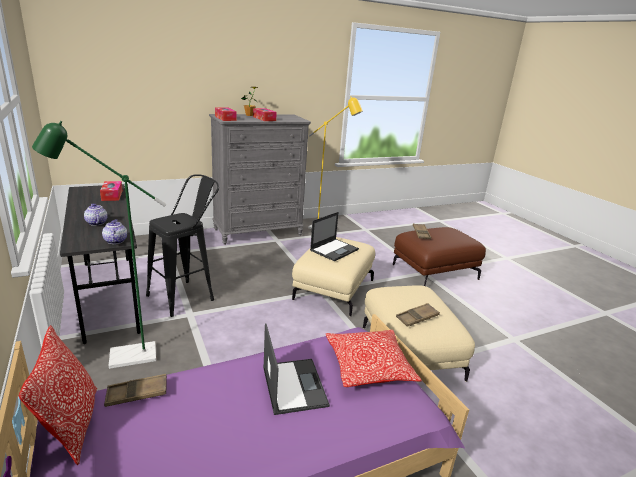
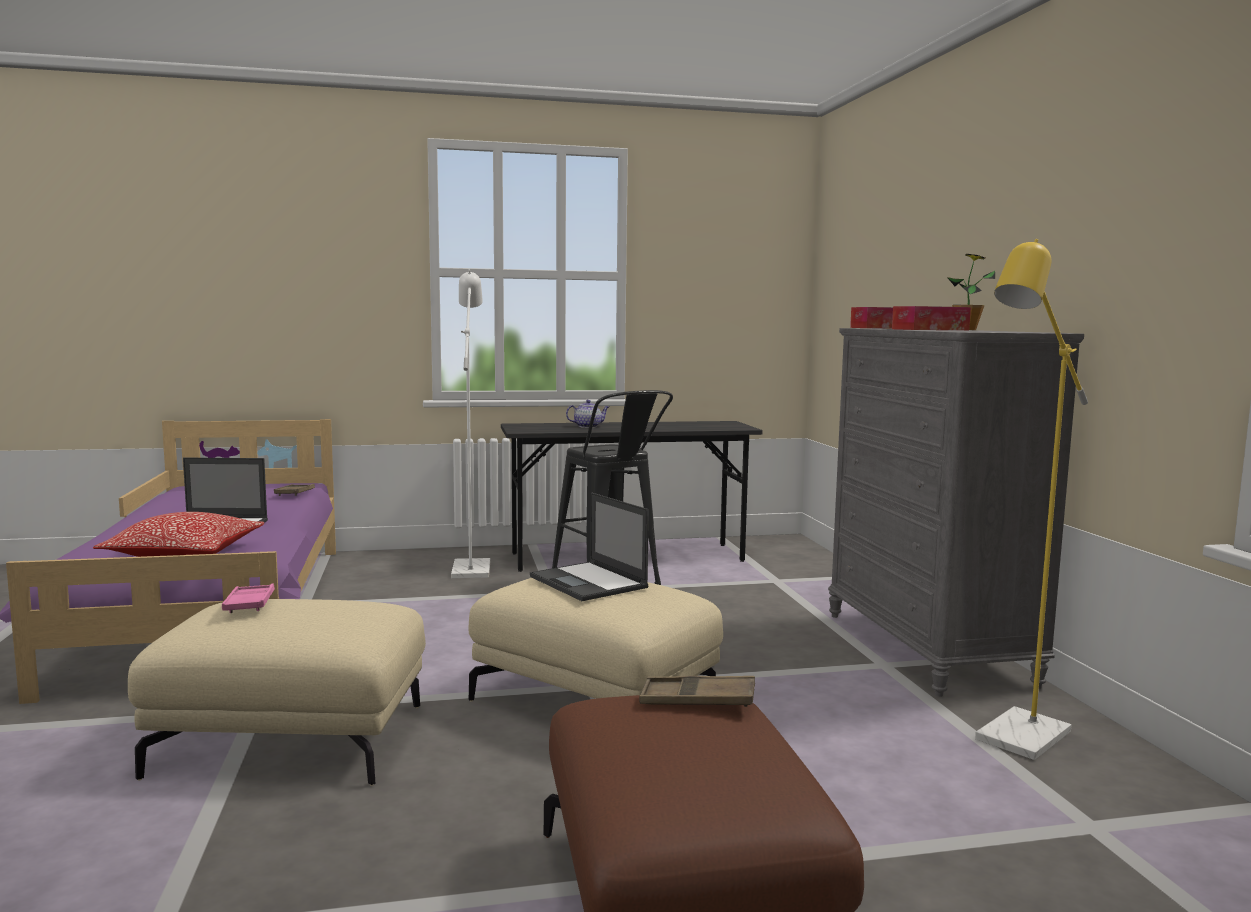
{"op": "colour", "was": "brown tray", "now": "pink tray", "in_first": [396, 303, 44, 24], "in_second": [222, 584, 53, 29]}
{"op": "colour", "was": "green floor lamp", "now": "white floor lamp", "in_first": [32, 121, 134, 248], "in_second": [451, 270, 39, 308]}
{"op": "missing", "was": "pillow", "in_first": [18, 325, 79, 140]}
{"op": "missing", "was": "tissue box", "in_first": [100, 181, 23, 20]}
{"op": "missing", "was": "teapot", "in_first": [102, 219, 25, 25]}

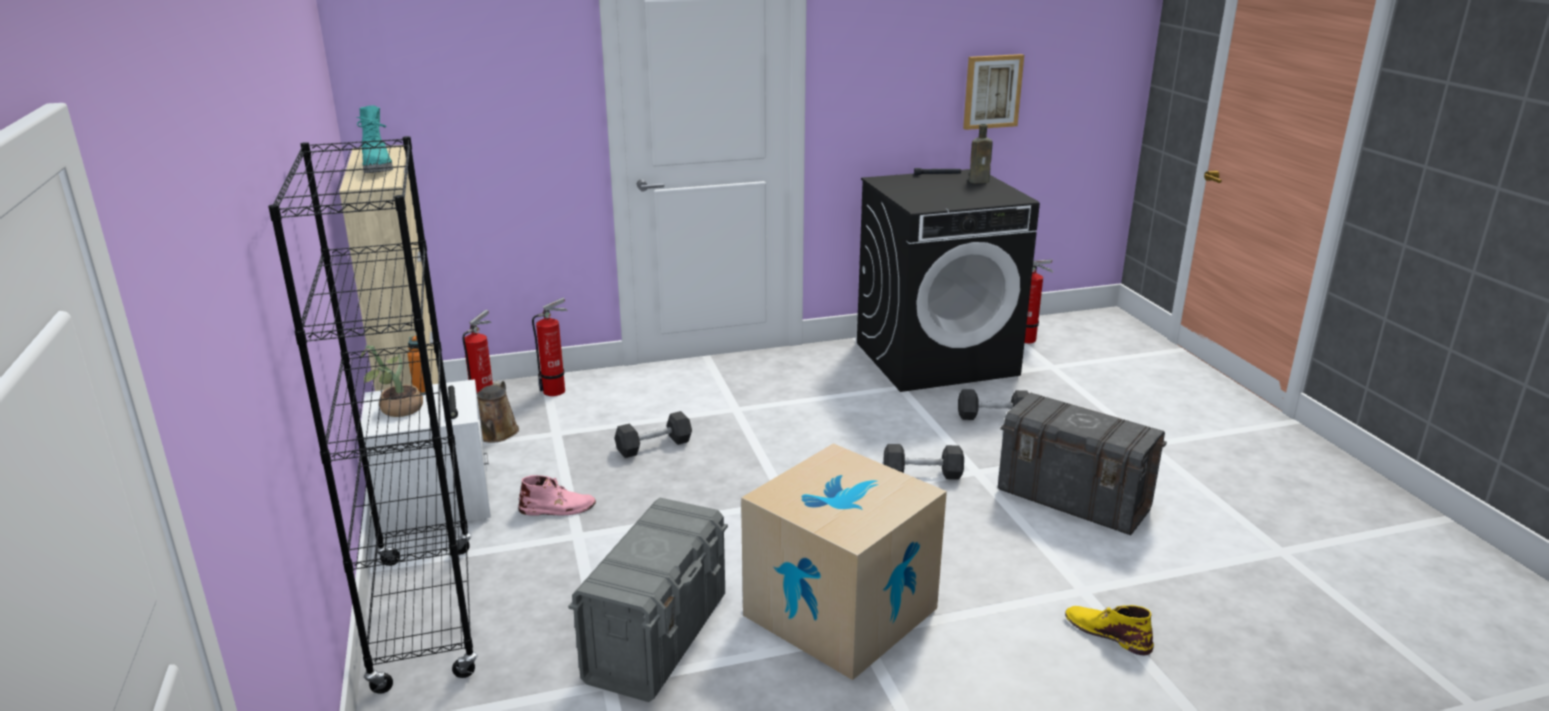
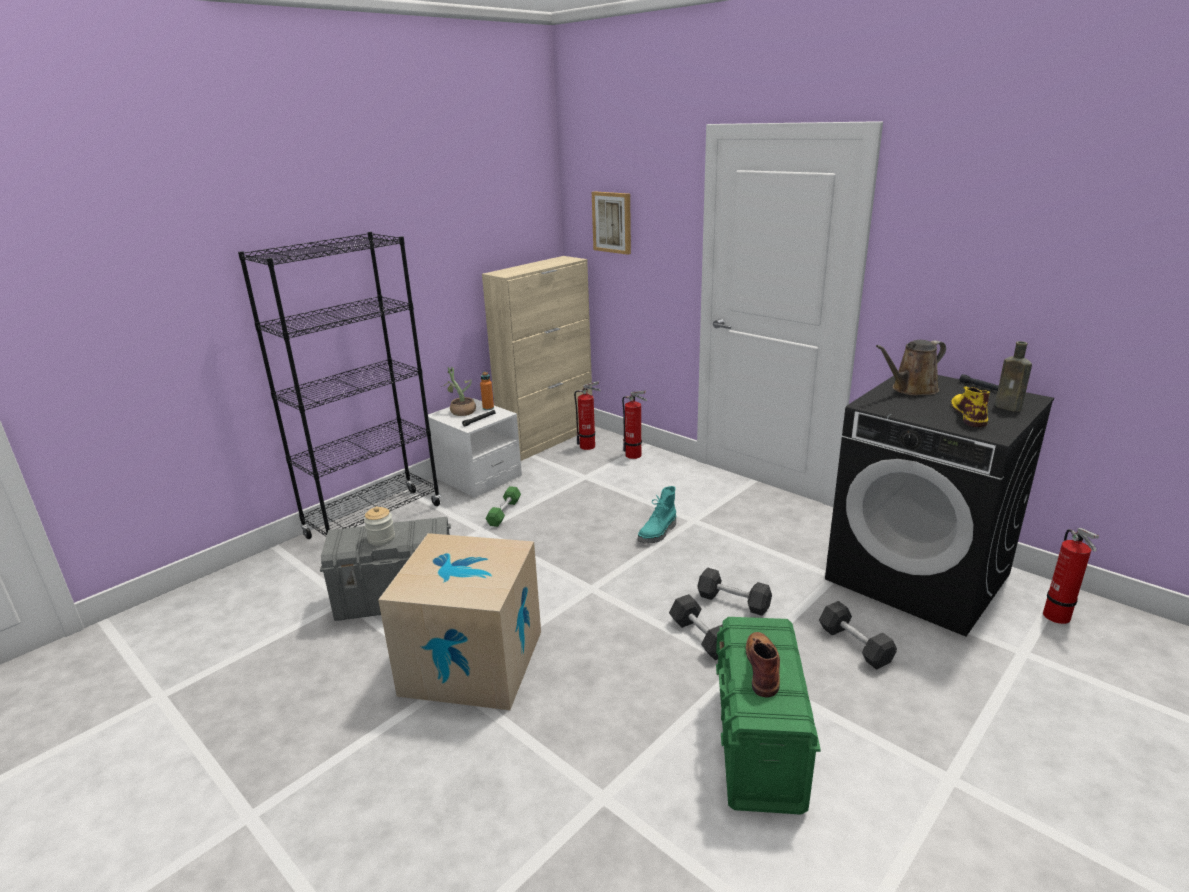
{"op": "appeared", "now": "jar", "in_second": [364, 507, 31, 39]}
{"op": "exchanged", "was": "pink boot", "now": "green dumbbell", "in_first": [518, 475, 78, 41], "in_second": [485, 486, 36, 41]}
{"op": "relocated", "was": "picture", "in_first": [963, 54, 61, 76], "in_second": [592, 191, 39, 64]}
{"op": "relocated", "was": "turquoise boot", "in_first": [357, 105, 36, 68], "in_second": [637, 486, 39, 58]}
{"op": "relocated", "was": "black dumbbell", "in_first": [615, 411, 77, 47], "in_second": [697, 568, 75, 48]}
{"op": "colour", "was": "grey storage box", "now": "green storage box", "in_first": [998, 392, 169, 143], "in_second": [716, 617, 105, 198]}
{"op": "appeared", "now": "brown boot", "in_second": [746, 632, 34, 65]}
{"op": "relocated", "was": "brown watering can", "in_first": [477, 381, 42, 62], "in_second": [876, 340, 70, 56]}
{"op": "relocated", "was": "yellow boot", "in_first": [1065, 605, 89, 50], "in_second": [951, 387, 39, 40]}

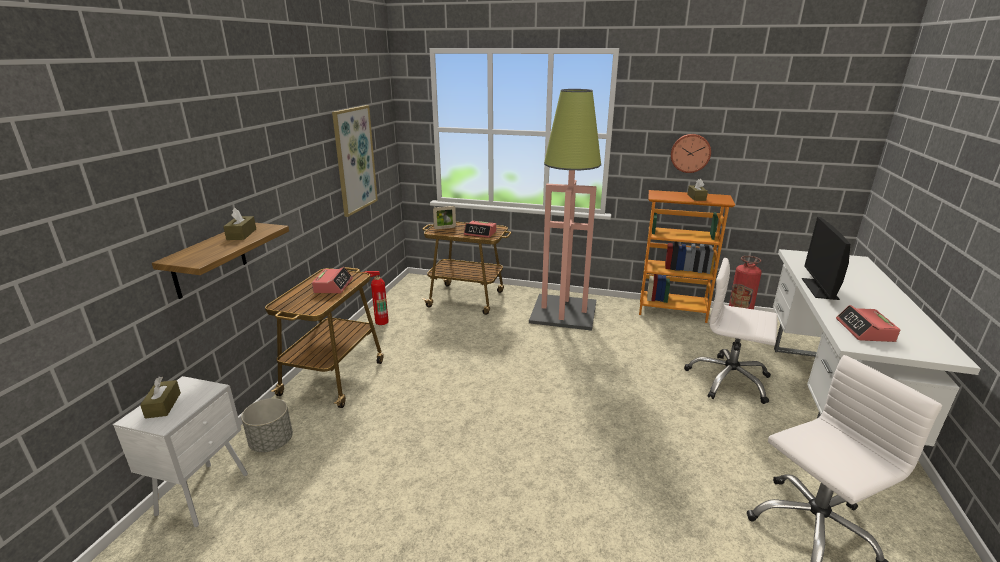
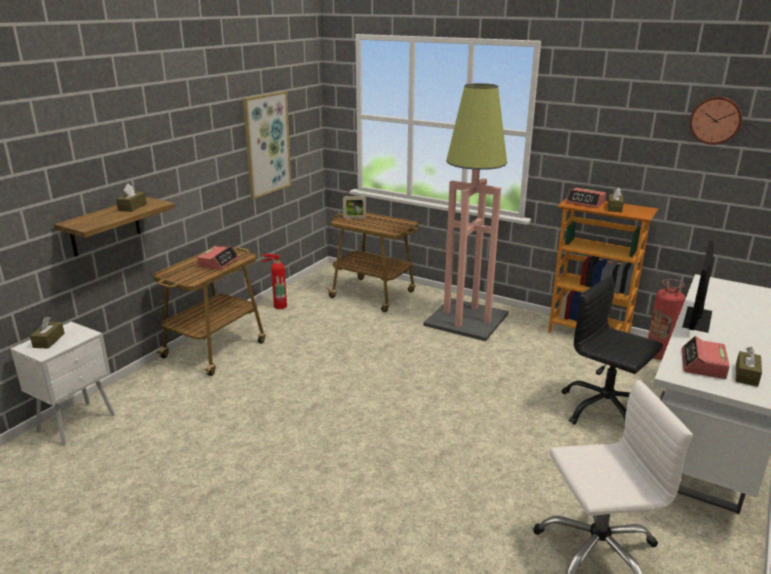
{"op": "colour", "was": "white office chair", "now": "black office chair", "in_first": [684, 258, 94, 146], "in_second": [561, 276, 102, 149]}
{"op": "relocated", "was": "alarm clock", "in_first": [464, 221, 32, 17], "in_second": [566, 188, 40, 20]}
{"op": "relocated", "was": "wall clock", "in_first": [671, 134, 40, 39], "in_second": [690, 96, 52, 49]}
{"op": "appeared", "now": "brown tissue box", "in_second": [736, 347, 26, 40]}
{"op": "missing", "was": "grey planter", "in_first": [241, 398, 52, 54]}

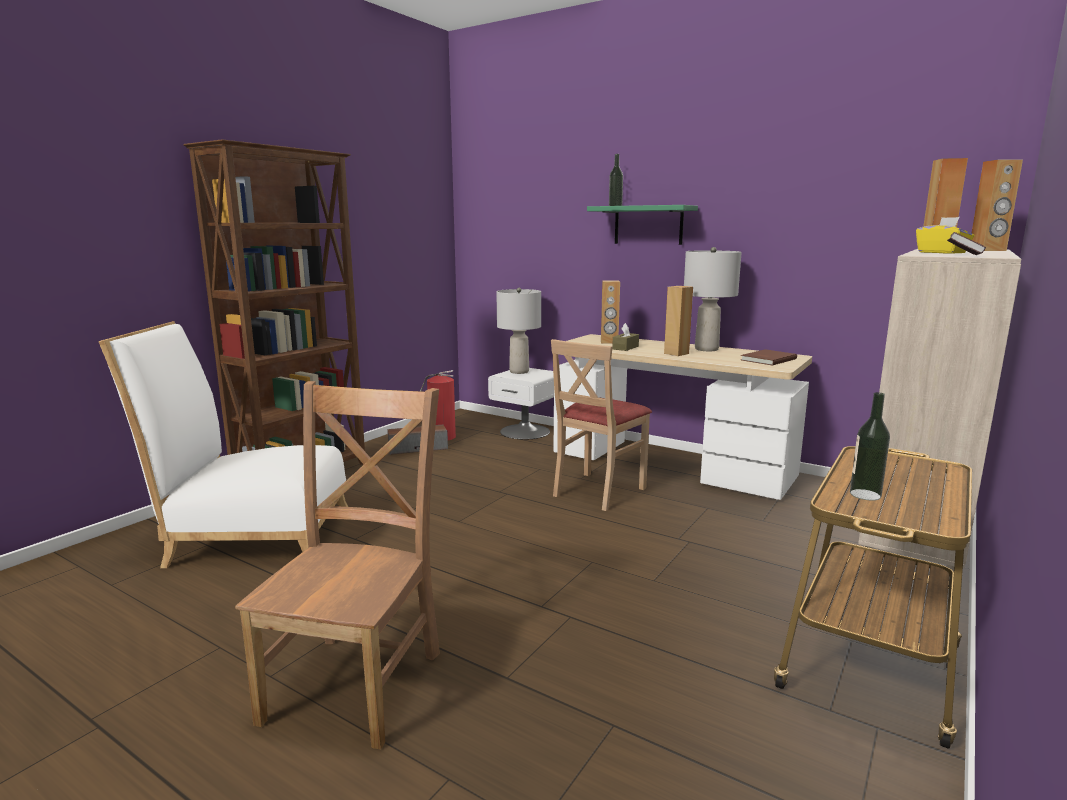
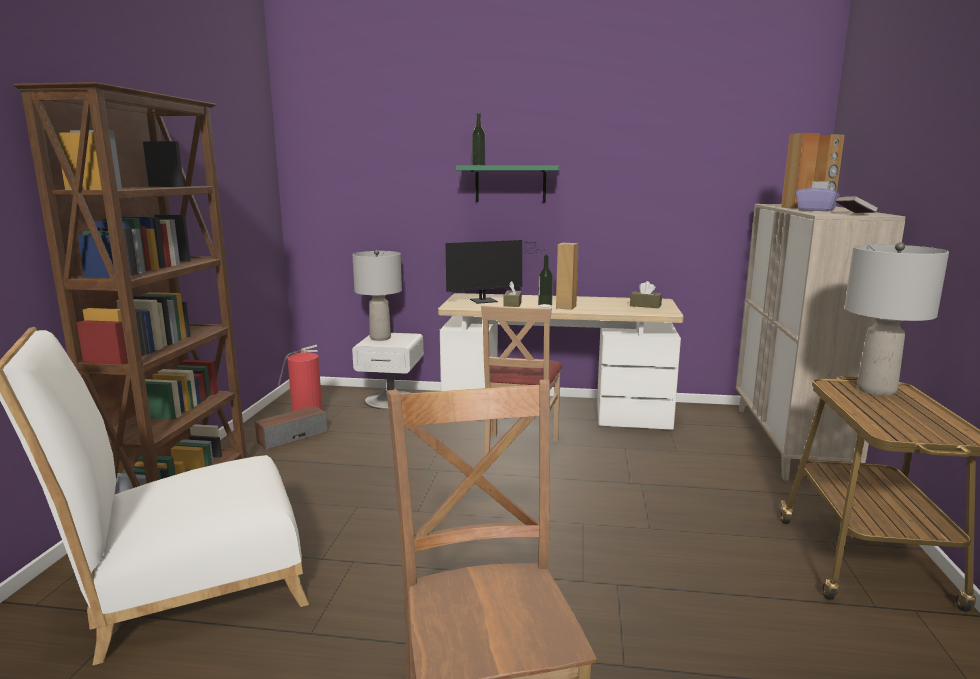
{"op": "exchanged", "was": "brown speaker", "now": "monitor", "in_first": [601, 280, 19, 64], "in_second": [446, 240, 96, 64]}
{"op": "relocated", "was": "bottle", "in_first": [850, 392, 40, 109], "in_second": [538, 255, 15, 52]}
{"op": "exchanged", "was": "brown book", "now": "brown tissue box", "in_first": [741, 349, 56, 17], "in_second": [630, 281, 32, 27]}
{"op": "colour", "was": "yellow tissue box", "now": "purple tissue box", "in_first": [916, 217, 59, 37], "in_second": [796, 181, 44, 30]}
{"op": "relocated", "was": "grey table lamp", "in_first": [684, 247, 58, 104], "in_second": [844, 242, 105, 154]}

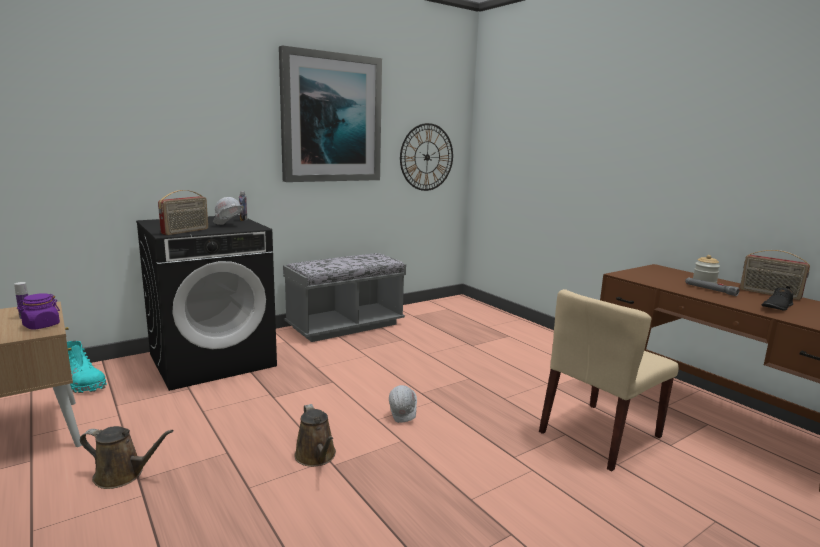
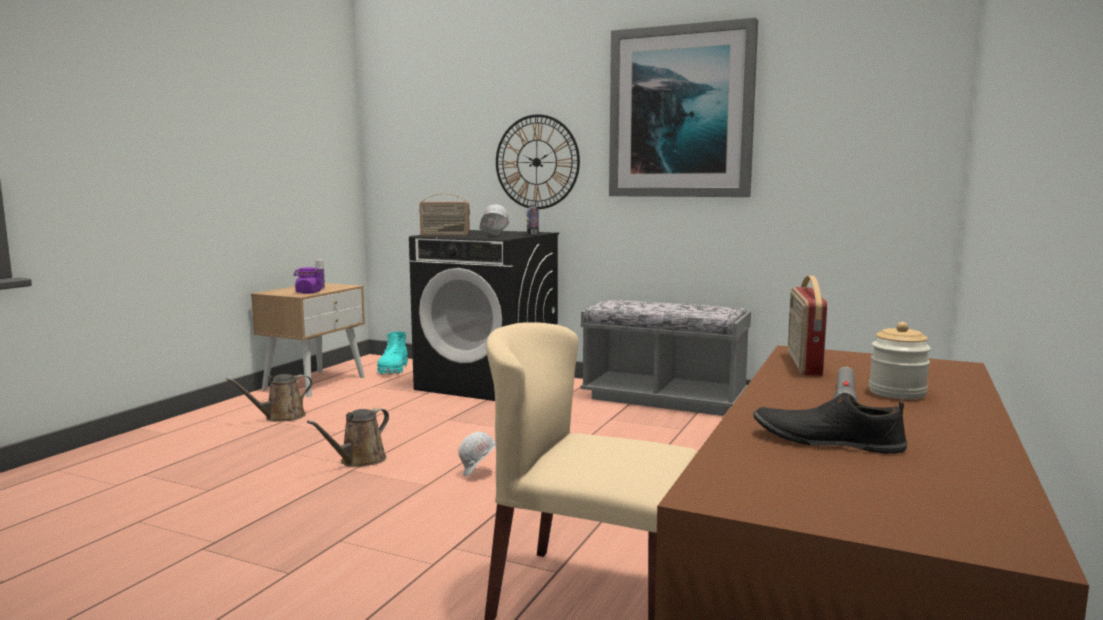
{"op": "spun", "was": "brown watering can", "in_first": [80, 426, 94, 63], "in_second": [226, 374, 87, 48], "clockwise": 75}
{"op": "relocated", "was": "wall clock", "in_first": [400, 123, 53, 68], "in_second": [496, 114, 84, 95]}
{"op": "relocated", "was": "radio", "in_first": [740, 250, 70, 50], "in_second": [788, 276, 39, 100]}

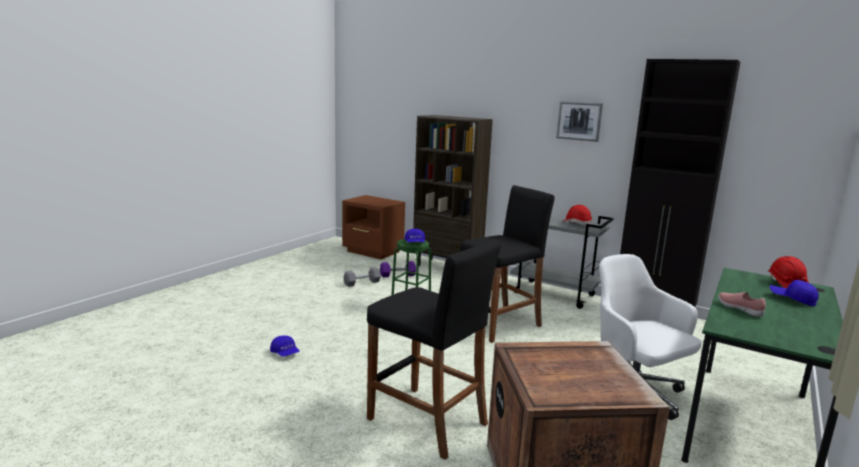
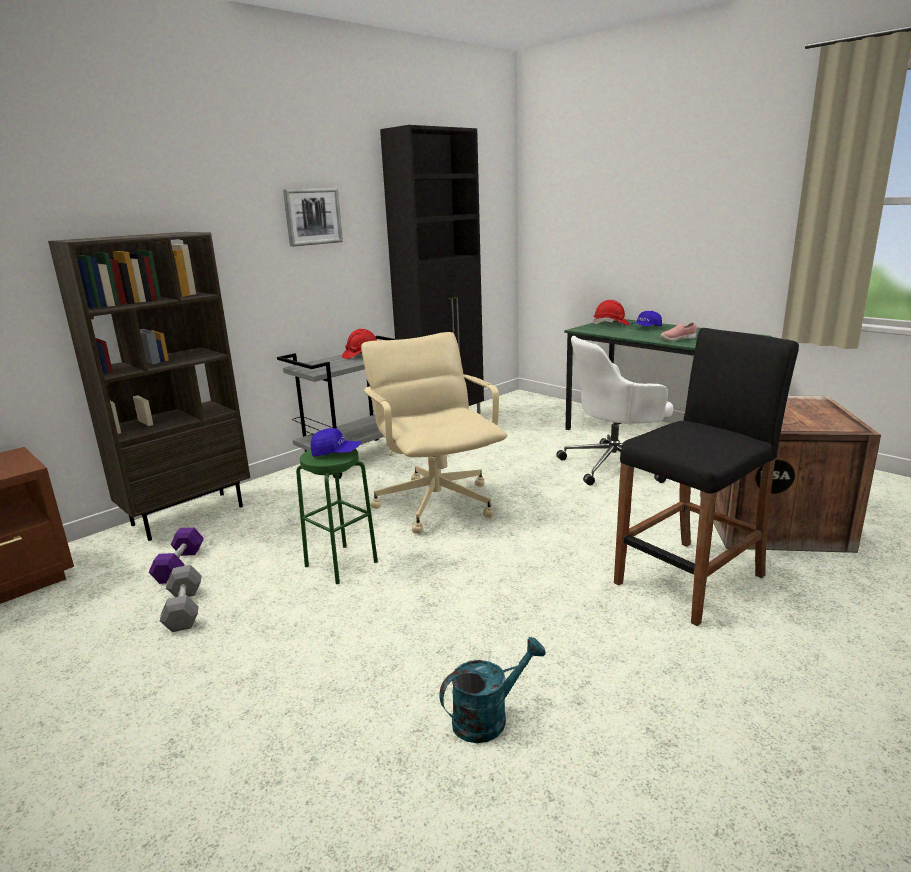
{"op": "exchanged", "was": "black stool", "now": "beige office chair", "in_first": [460, 185, 95, 158], "in_second": [361, 332, 146, 202]}
{"op": "exchanged", "was": "blue cap", "now": "turquoise watering can", "in_first": [270, 335, 29, 22], "in_second": [439, 637, 107, 106]}

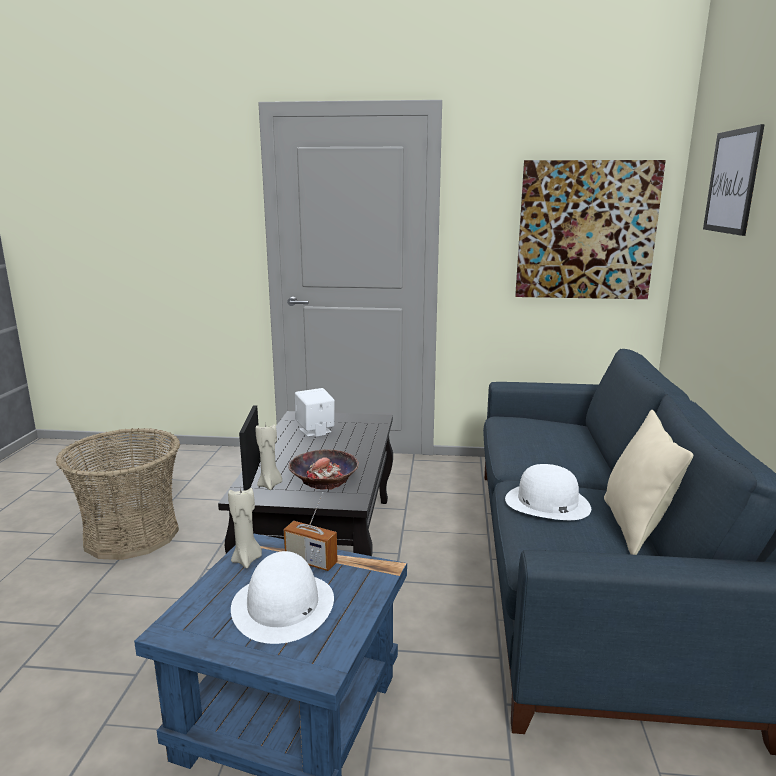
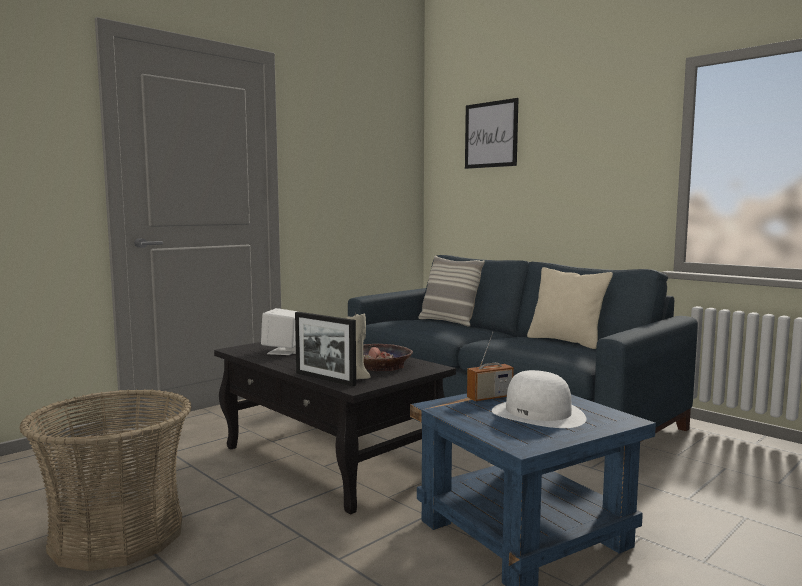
{"op": "appeared", "now": "pillow", "in_second": [418, 255, 67, 72]}
{"op": "missing", "was": "beige candle", "in_first": [228, 487, 34, 81]}
{"op": "missing", "was": "white hat", "in_first": [505, 464, 86, 56]}
{"op": "missing", "was": "picture", "in_first": [515, 160, 151, 139]}

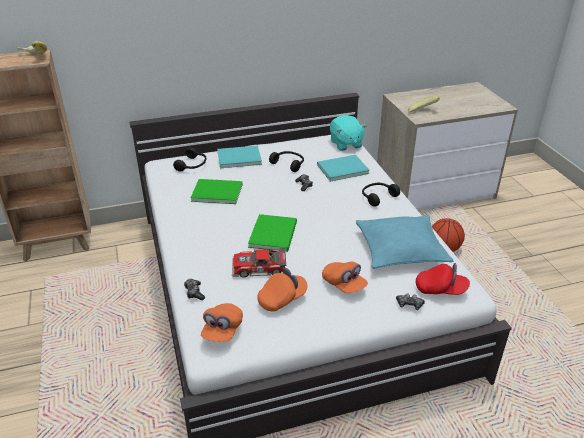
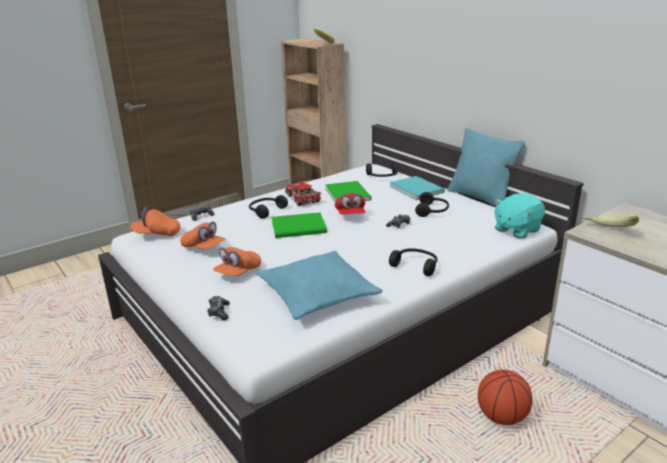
{"op": "appeared", "now": "black headphones", "in_second": [249, 195, 39, 23]}
{"op": "relocated", "was": "toy car", "in_first": [232, 248, 54, 29], "in_second": [285, 182, 36, 24]}
{"op": "relocated", "was": "red cap", "in_first": [416, 263, 54, 32], "in_second": [335, 193, 30, 22]}
{"op": "appeared", "now": "turquoise pillow", "in_second": [447, 128, 78, 79]}
{"op": "missing", "was": "turquoise book", "in_first": [317, 155, 52, 27]}

